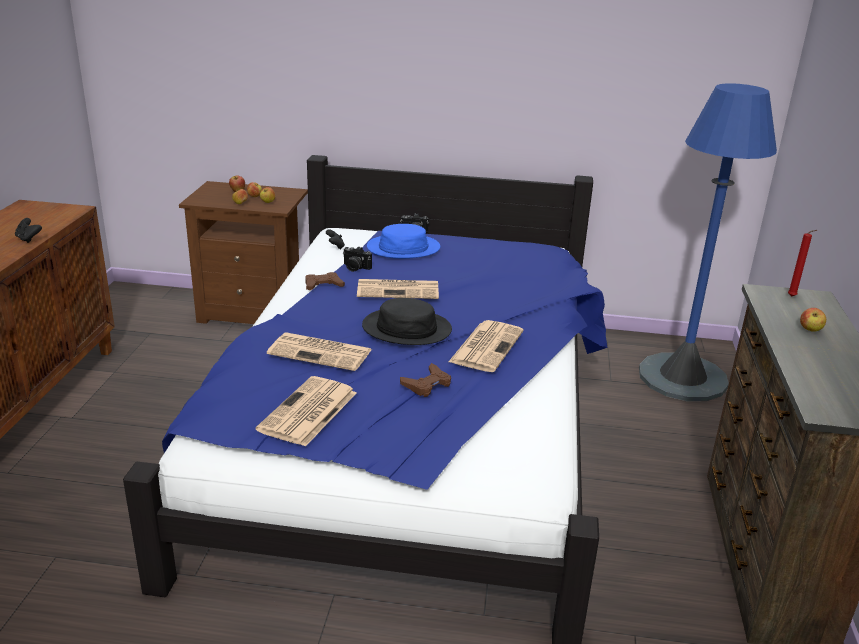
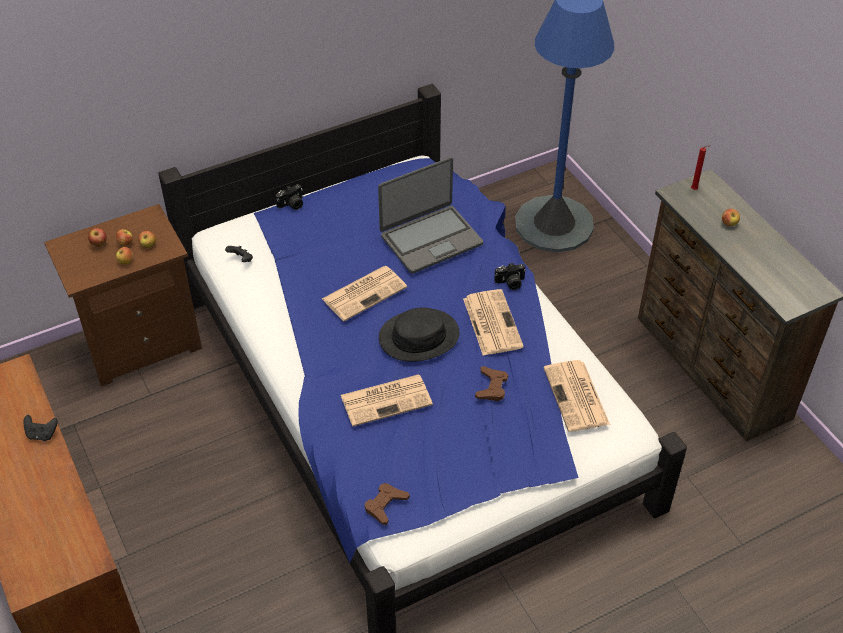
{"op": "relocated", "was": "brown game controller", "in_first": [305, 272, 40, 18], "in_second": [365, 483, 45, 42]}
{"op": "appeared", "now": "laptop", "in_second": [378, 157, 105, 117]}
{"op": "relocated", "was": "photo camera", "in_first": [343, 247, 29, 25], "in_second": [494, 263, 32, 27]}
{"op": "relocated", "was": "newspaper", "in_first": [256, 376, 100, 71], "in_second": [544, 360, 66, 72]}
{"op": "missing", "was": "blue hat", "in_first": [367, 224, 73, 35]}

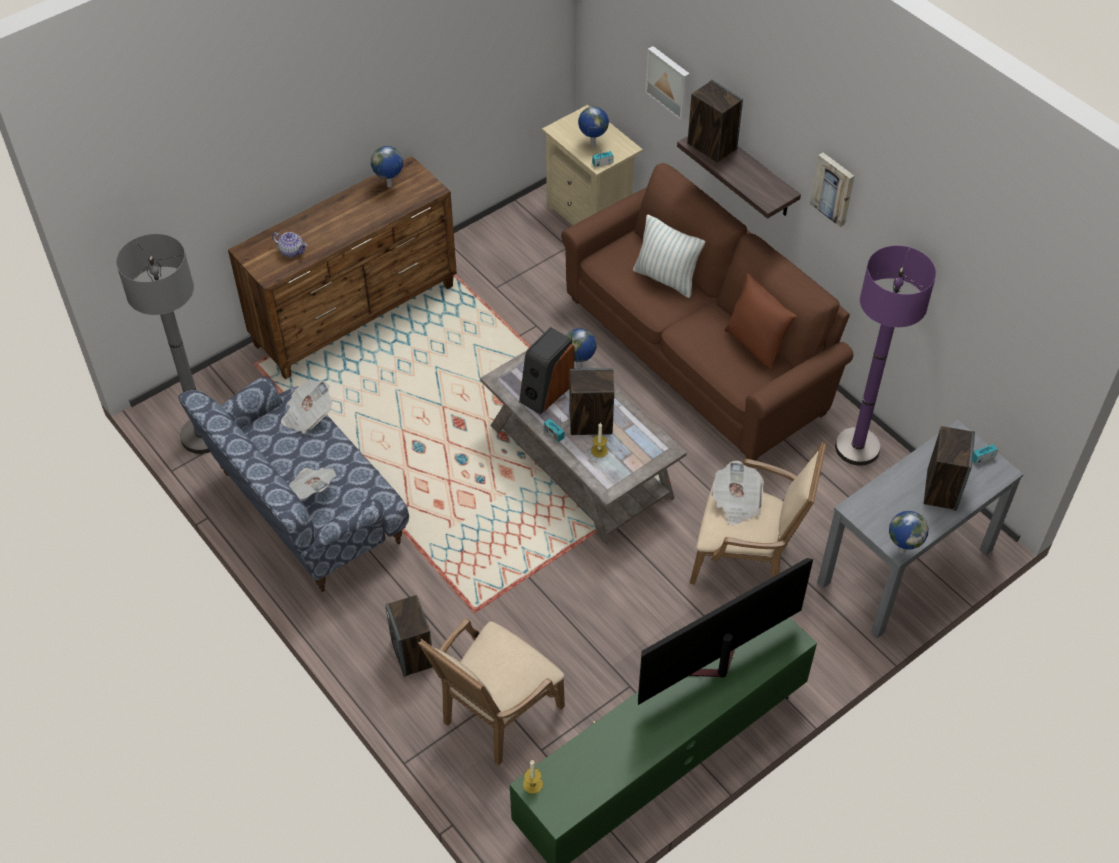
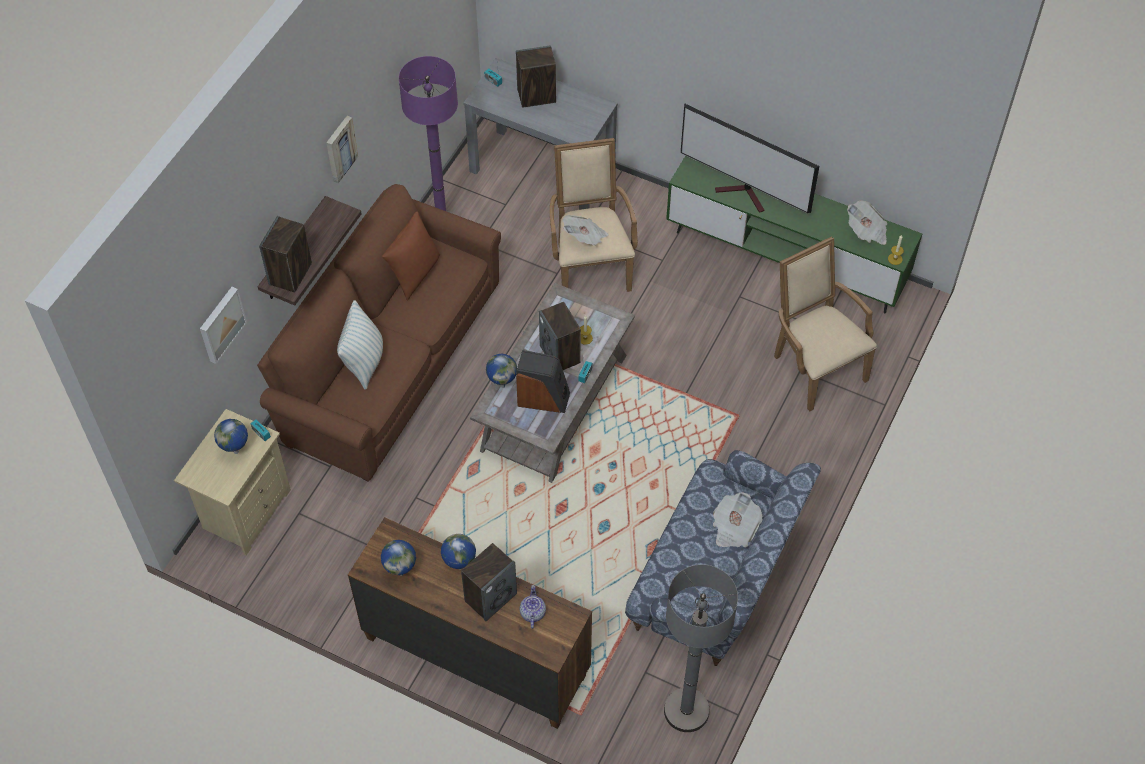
{"op": "relocated", "was": "globe", "in_first": [889, 511, 39, 43], "in_second": [441, 534, 35, 36]}
{"op": "relocated", "was": "speaker", "in_first": [385, 595, 47, 82], "in_second": [461, 543, 56, 78]}
{"op": "spun", "was": "beige armchair", "in_first": [418, 618, 147, 147], "in_second": [774, 237, 103, 174], "clockwise": -135}
{"op": "relocated", "was": "newspaper", "in_first": [281, 379, 51, 55], "in_second": [847, 201, 40, 44]}

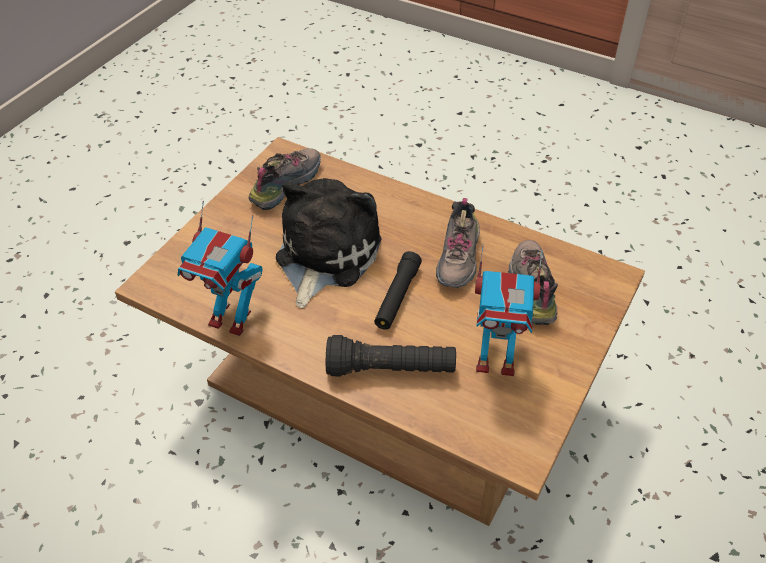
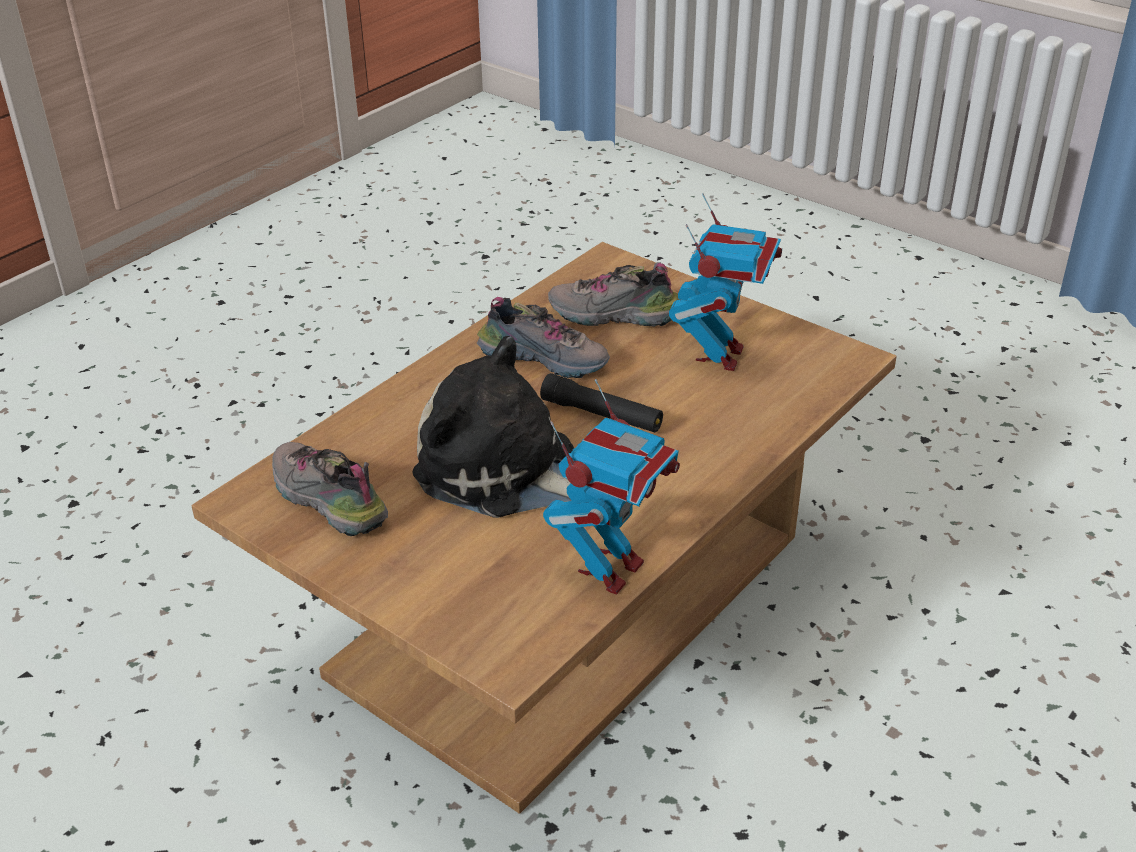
{"op": "missing", "was": "black flashlight", "in_first": [326, 335, 130, 42]}

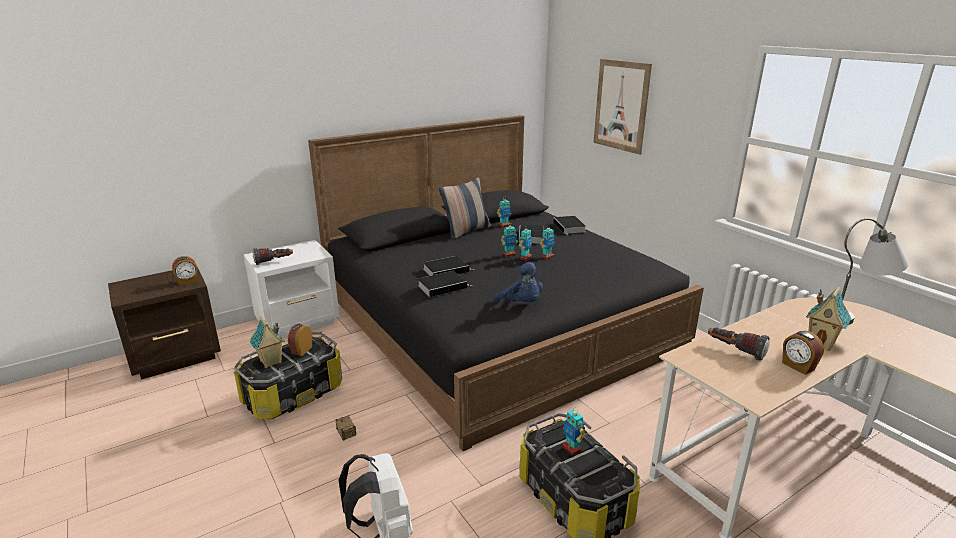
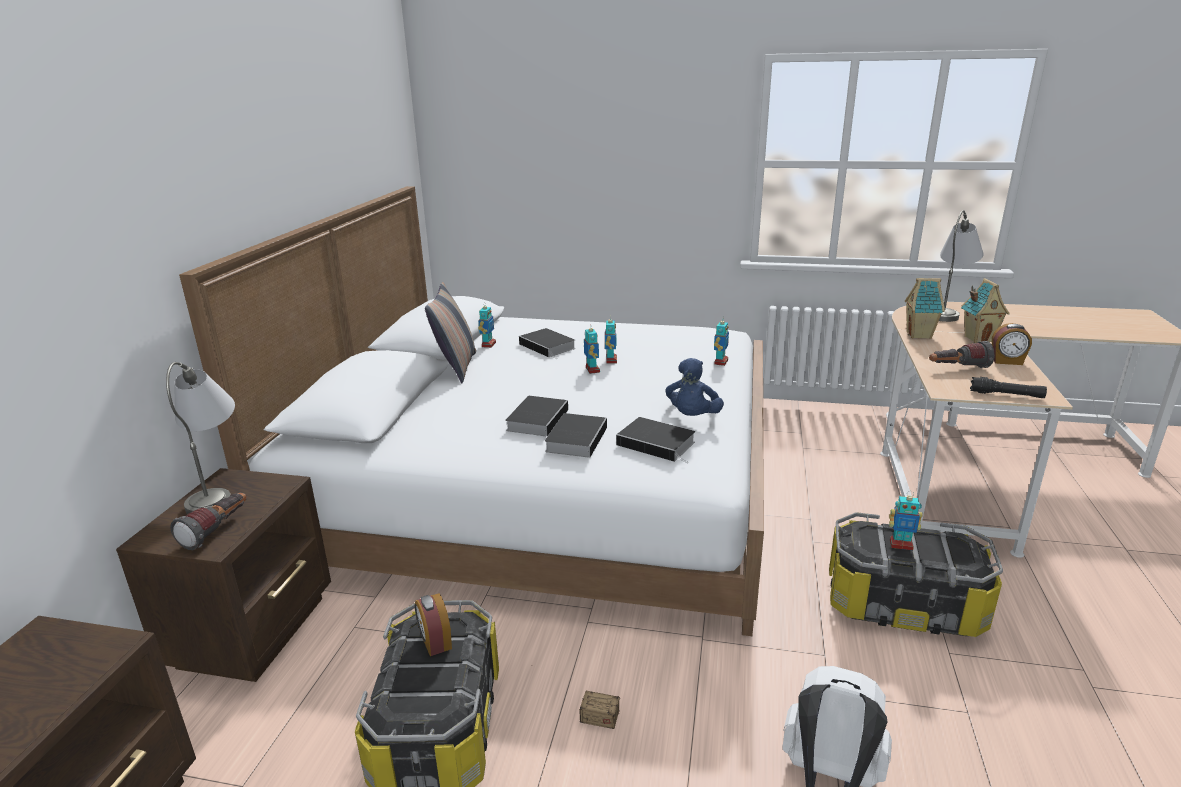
{"op": "colour", "was": "white nightstand", "now": "brown nightstand", "in_first": [244, 240, 96, 98], "in_second": [116, 468, 215, 214]}
{"op": "appeared", "now": "grey table lamp", "in_second": [166, 362, 69, 153]}
{"op": "colour", "was": "black bed", "now": "white bed", "in_first": [308, 115, 396, 336], "in_second": [179, 186, 585, 450]}
{"op": "relocated", "was": "book", "in_first": [553, 216, 33, 19], "in_second": [616, 417, 79, 46]}
{"op": "spun", "was": "blue plush toy", "in_first": [494, 262, 49, 40], "in_second": [665, 358, 59, 58], "clockwise": 105}
{"op": "relocated", "was": "toy robot", "in_first": [501, 223, 17, 34], "in_second": [714, 317, 15, 49]}
{"op": "relocated", "was": "toy house", "in_first": [250, 316, 35, 52], "in_second": [905, 278, 40, 61]}
{"op": "appeared", "now": "black flashlight", "in_second": [970, 377, 77, 21]}
{"op": "missing", "was": "alarm clock", "in_first": [172, 256, 26, 29]}
{"op": "missing", "was": "picture", "in_first": [593, 59, 59, 96]}

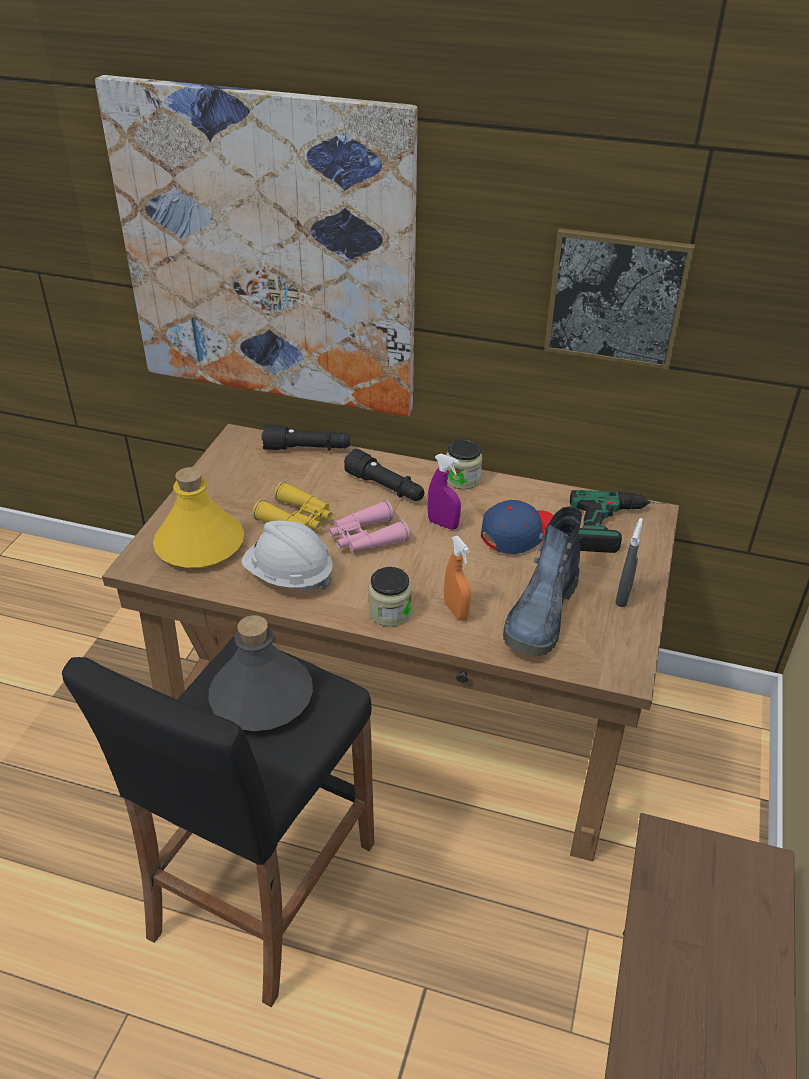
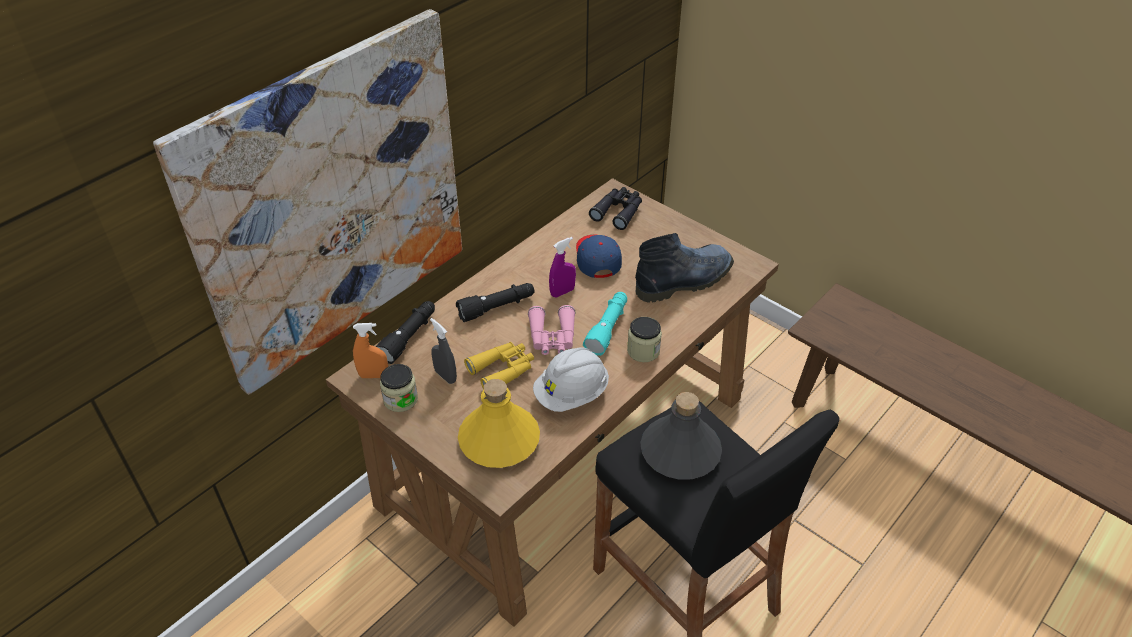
{"op": "relocated", "was": "orange spray bottle", "in_first": [444, 536, 27, 85], "in_second": [353, 323, 35, 55]}
{"op": "relocated", "was": "jar", "in_first": [446, 440, 36, 50], "in_second": [380, 364, 38, 48]}
{"op": "relocated", "was": "grey spray bottle", "in_first": [615, 518, 28, 89], "in_second": [430, 318, 27, 66]}
{"op": "appeared", "now": "turquoise flashlight", "in_second": [583, 292, 44, 64]}
{"op": "exchanged", "was": "power drill", "now": "black binoculars", "in_first": [570, 490, 97, 63], "in_second": [589, 187, 53, 43]}
{"op": "spun", "was": "boot", "in_first": [503, 506, 79, 150], "in_second": [635, 233, 99, 70], "clockwise": -75}
{"op": "missing", "was": "picture", "in_first": [544, 228, 151, 142]}

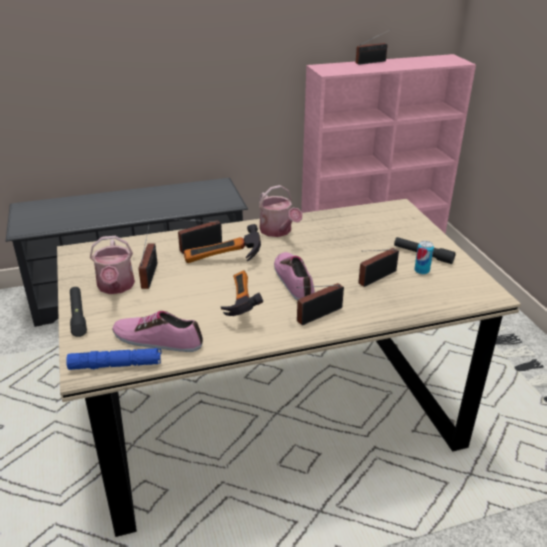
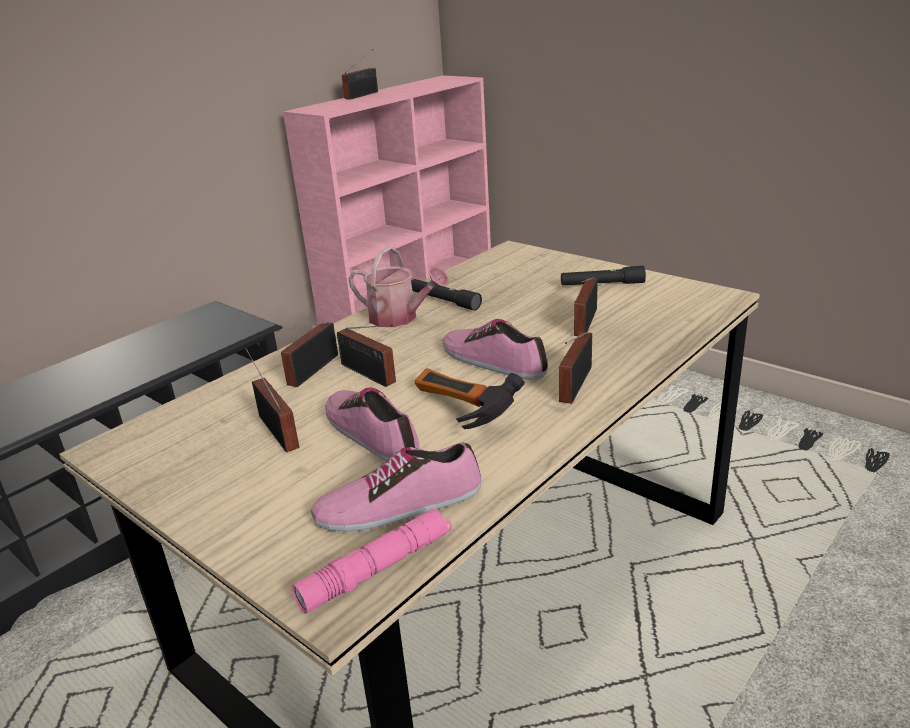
{"op": "colour", "was": "blue flashlight", "now": "pink flashlight", "in_first": [66, 348, 96, 22], "in_second": [291, 508, 161, 106]}
{"op": "appeared", "now": "shoe", "in_second": [325, 387, 94, 74]}
{"op": "exchanged", "was": "hammer", "now": "radio", "in_first": [184, 224, 77, 39], "in_second": [337, 325, 59, 62]}
{"op": "relocated", "was": "black flashlight", "in_first": [70, 287, 17, 50], "in_second": [411, 279, 71, 32]}
{"op": "missing", "was": "watering can", "in_first": [90, 236, 45, 58]}
{"op": "missing", "was": "can", "in_first": [414, 241, 20, 34]}

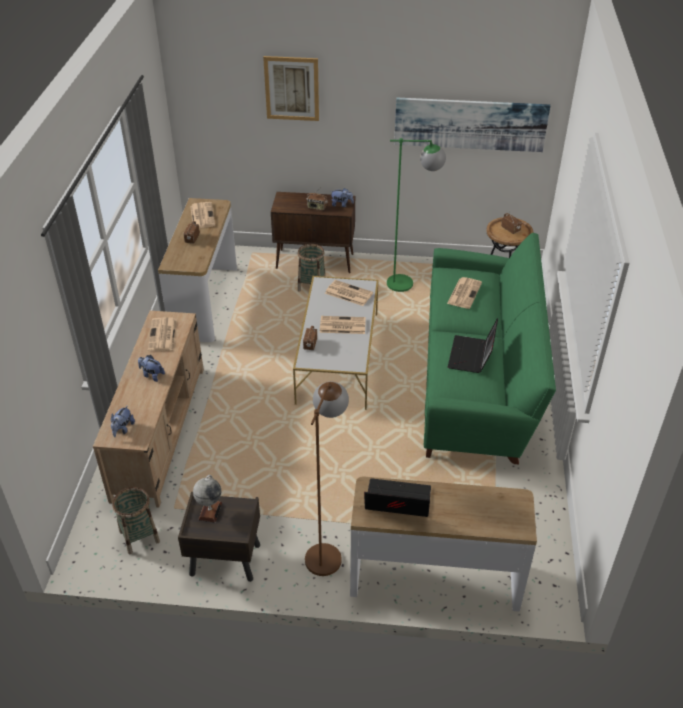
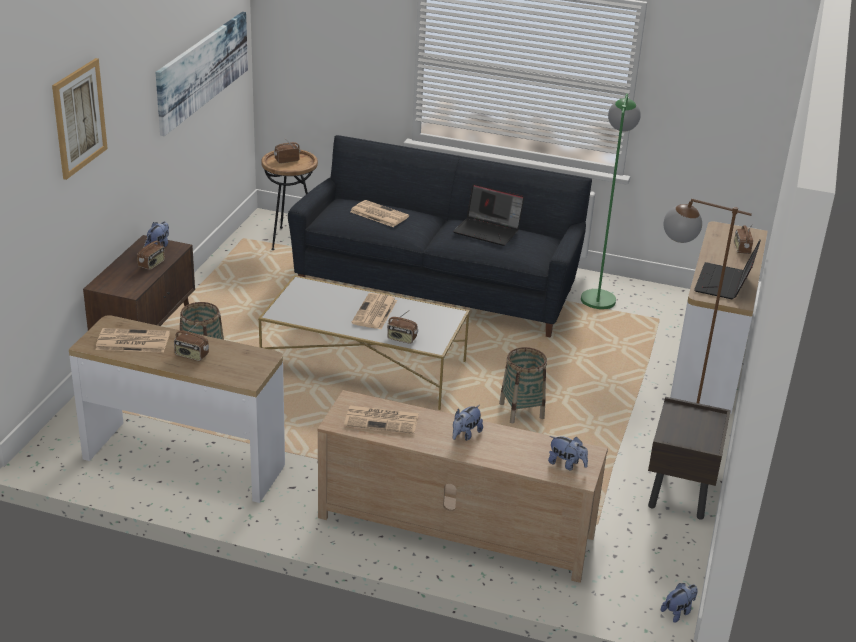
{"op": "colour", "was": "green sofa", "now": "black sofa", "in_first": [424, 233, 132, 231], "in_second": [288, 135, 304, 202]}
{"op": "relocated", "was": "basket", "in_first": [112, 487, 48, 67], "in_second": [499, 347, 48, 76]}
{"op": "relocated", "was": "green floor lamp", "in_first": [387, 138, 59, 154], "in_second": [581, 93, 60, 216]}
{"op": "appeared", "now": "plush toy", "in_second": [661, 583, 37, 40]}
{"op": "appeared", "now": "radio", "in_second": [734, 224, 19, 30]}
{"op": "missing", "was": "globe", "in_first": [193, 475, 29, 48]}
{"op": "missing", "was": "newspaper", "in_first": [325, 280, 48, 26]}

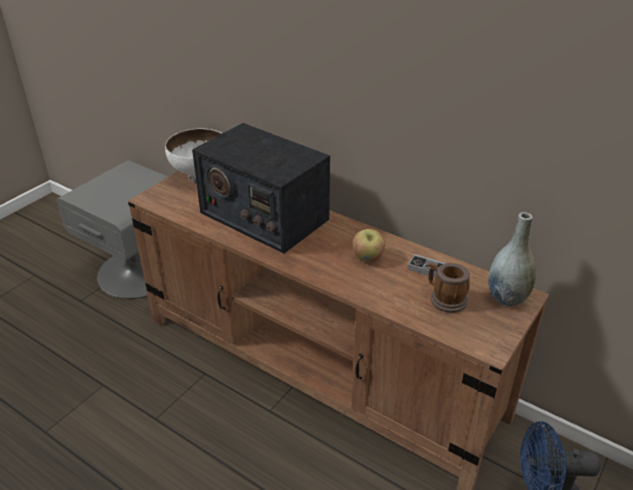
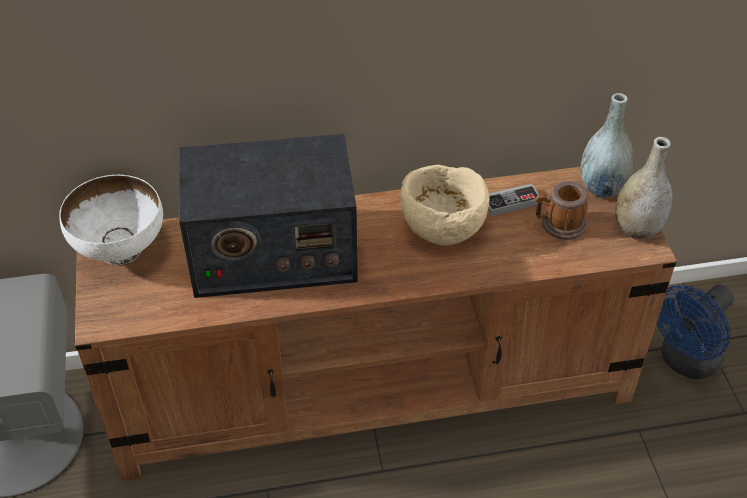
{"op": "exchanged", "was": "apple", "now": "beige bowl", "in_first": [352, 229, 33, 33], "in_second": [400, 165, 90, 81]}
{"op": "appeared", "now": "grey vase", "in_second": [615, 137, 58, 102]}

